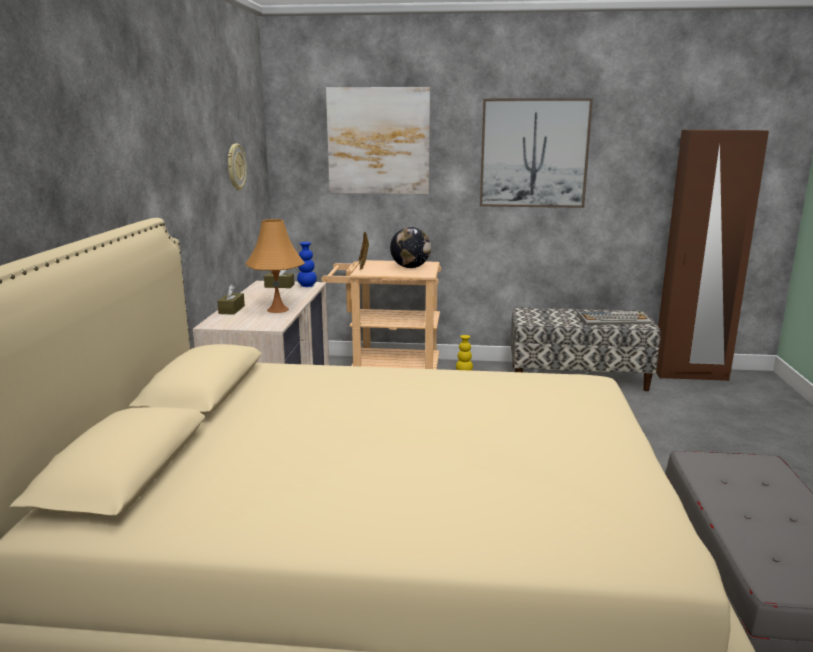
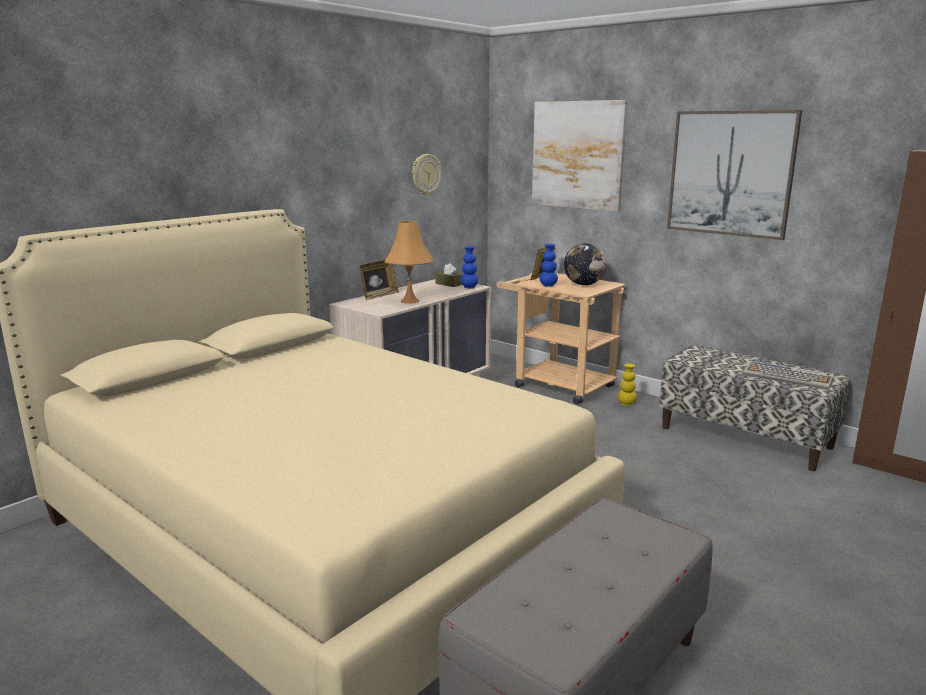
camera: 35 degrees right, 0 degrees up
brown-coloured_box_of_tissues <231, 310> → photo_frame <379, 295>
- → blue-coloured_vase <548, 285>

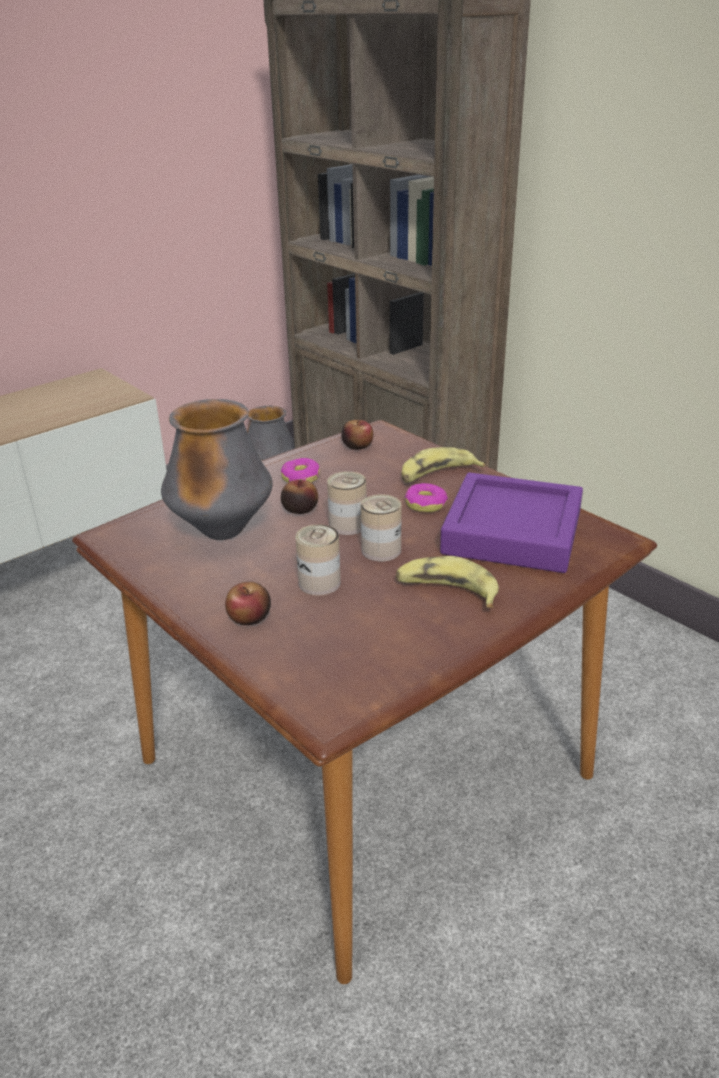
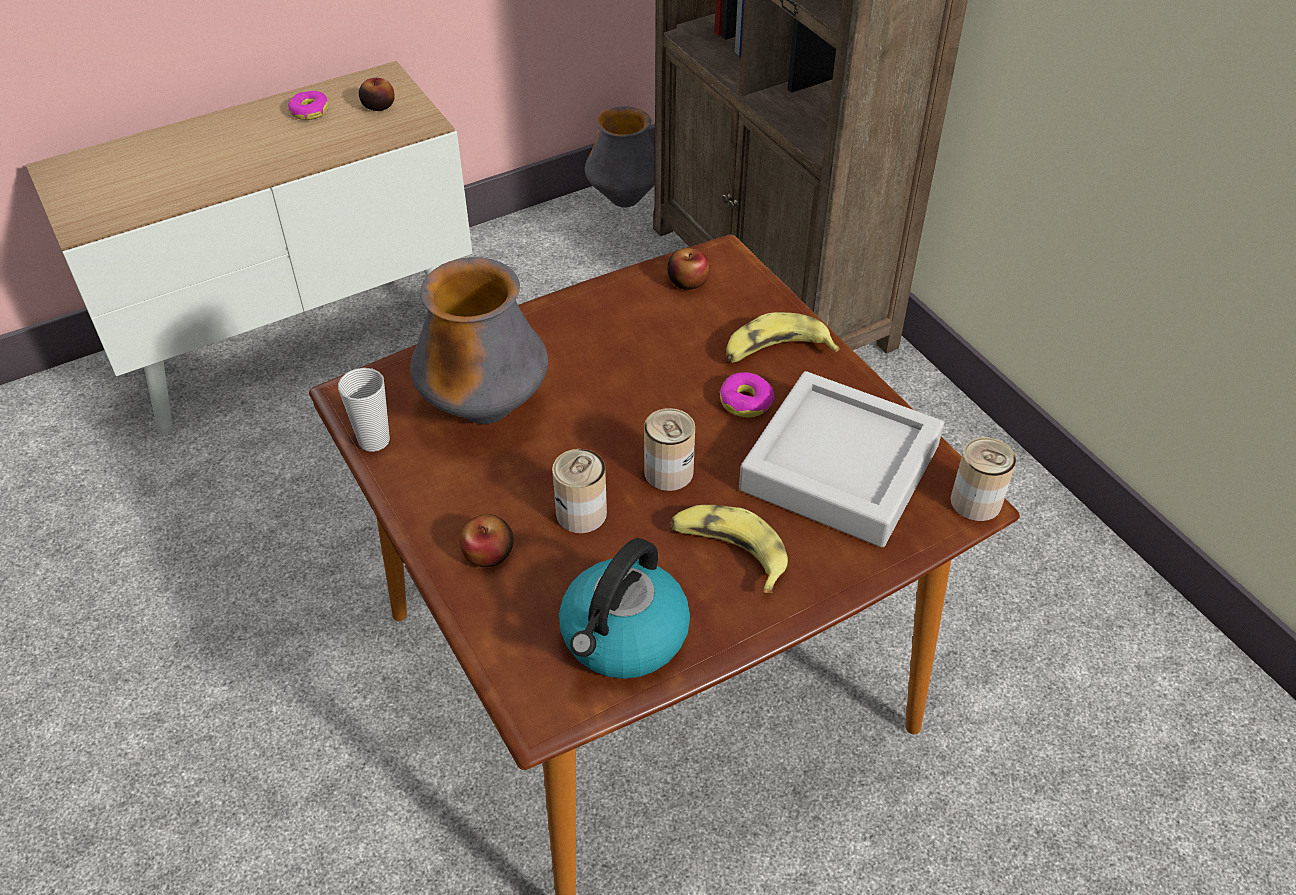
camera: 10 degrees right, 15 degrees up
doughnut <300, 478> → doughnut <309, 111>, move
- → cup <374, 441>
whole_apple <300, 509> → whole_apple <378, 106>, move
- → water_kettle <624, 637>
purple-coloured_tray <512, 532> → greyish_tray <839, 468>
sealed_can <348, 525> → sealed_can <976, 501>, move

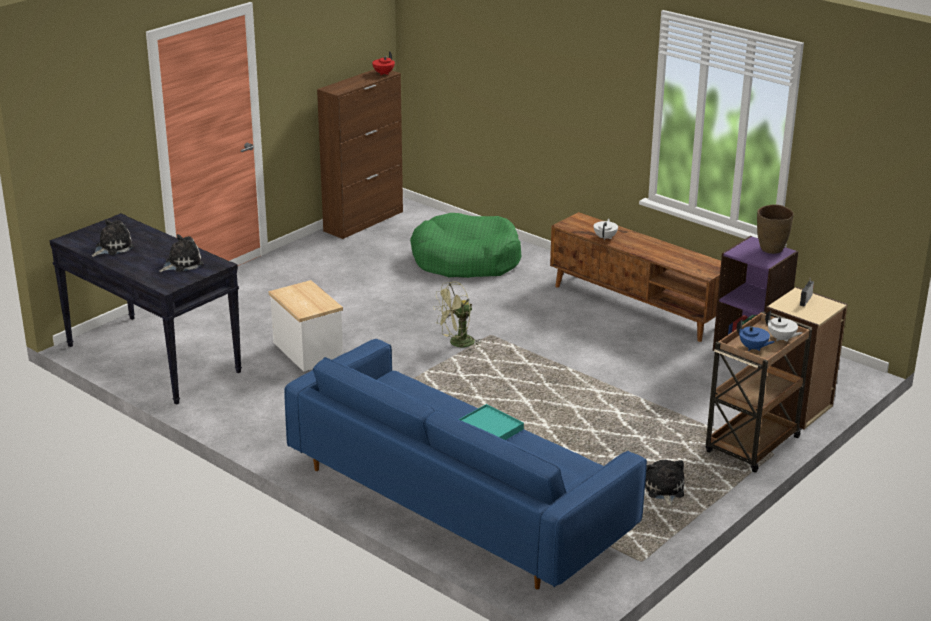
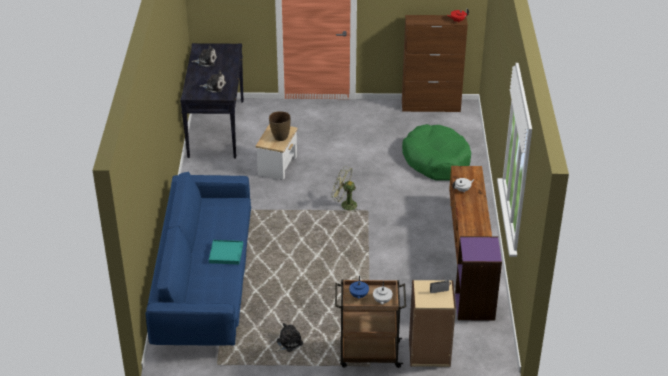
camera: 50 degrees right, 10 degrees up
brown-coloured_vase <771, 249> → brown-coloured_vase <280, 137>, move

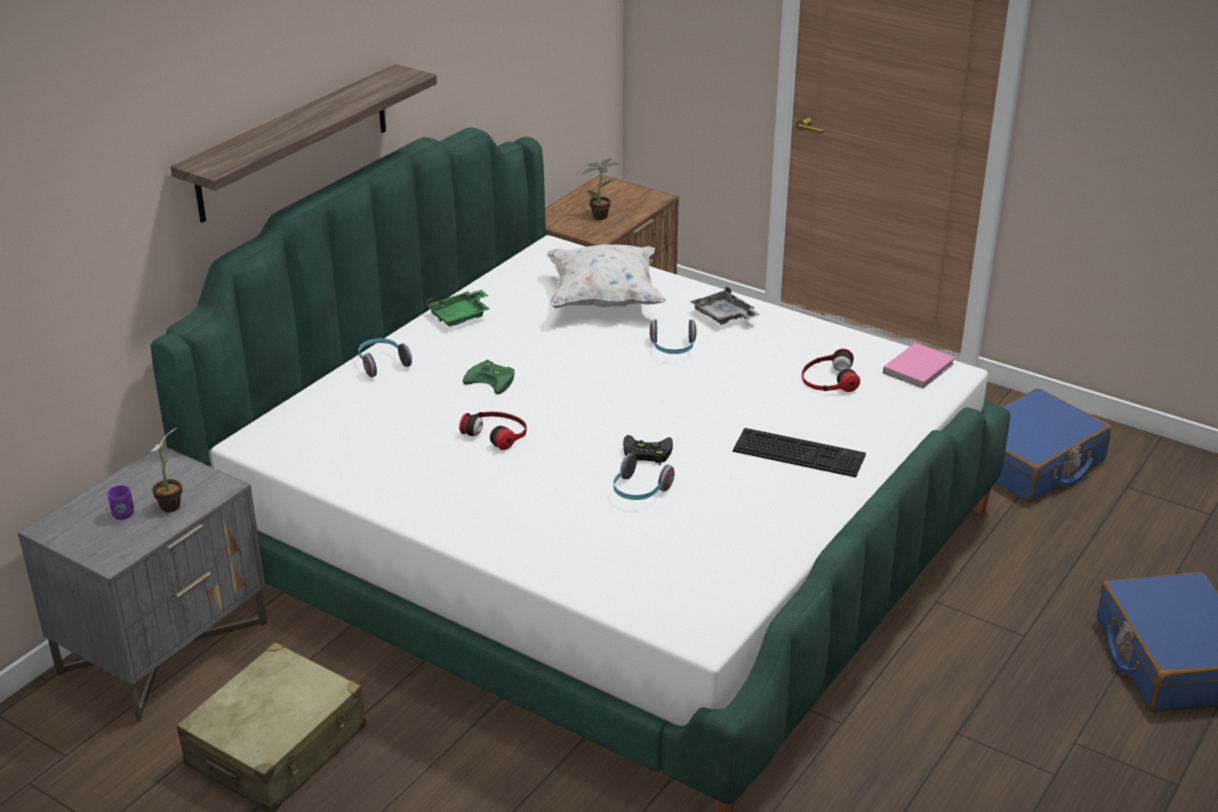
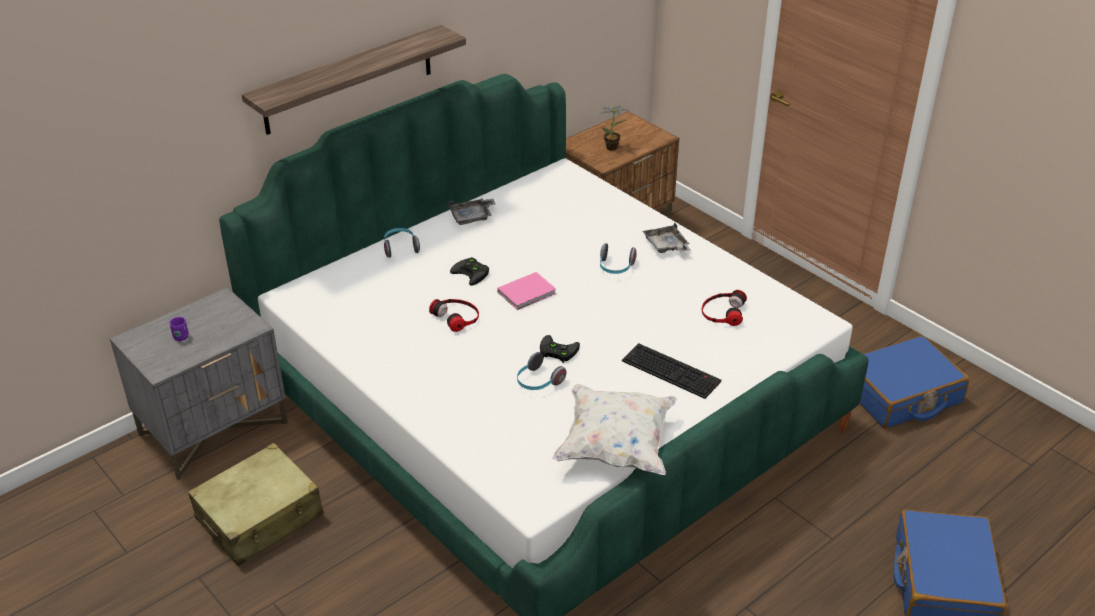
camera: 15 degrees right, 5 degrees up
green_tray <460, 316> → greyish_tray <472, 217>
green_game_controller <493, 380> → black-coloured_game_controller <472, 273>
pinkish_volume <920, 368> → pinkish_volume <528, 293>, move
white-coloured_pillow <604, 299> → white-coloured_pillow <615, 446>, move
plant_in_a_pot <173, 504> → -

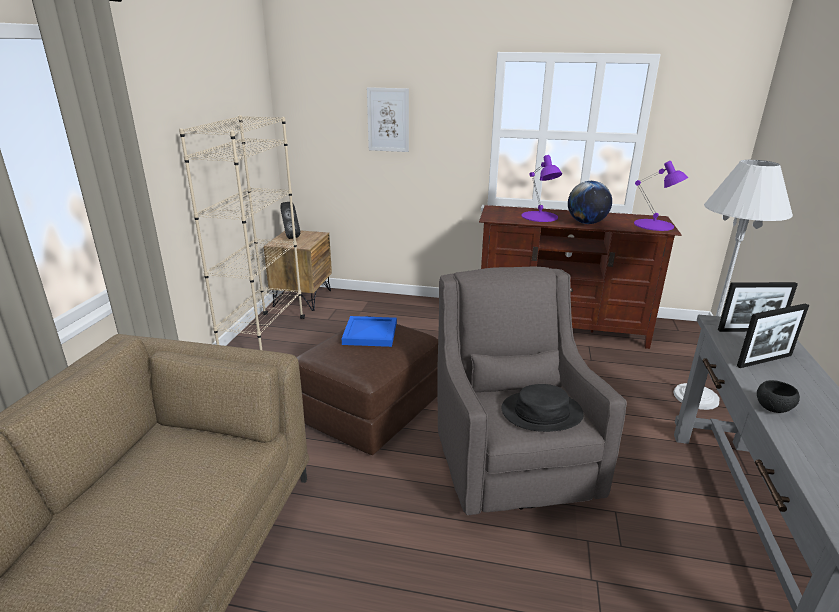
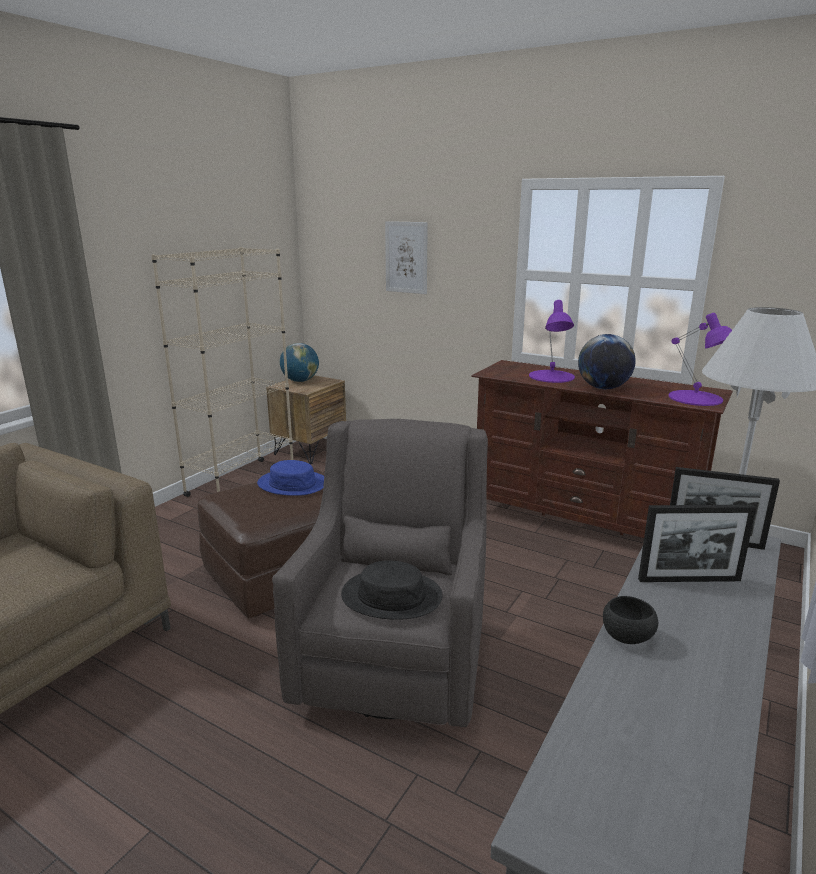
camera: 20 degrees right, 5 degrees down
blue-coloured_tray <369, 333> → blue-coloured_hat <292, 484>
black-coloured_speaker <290, 237> → globe <300, 381>

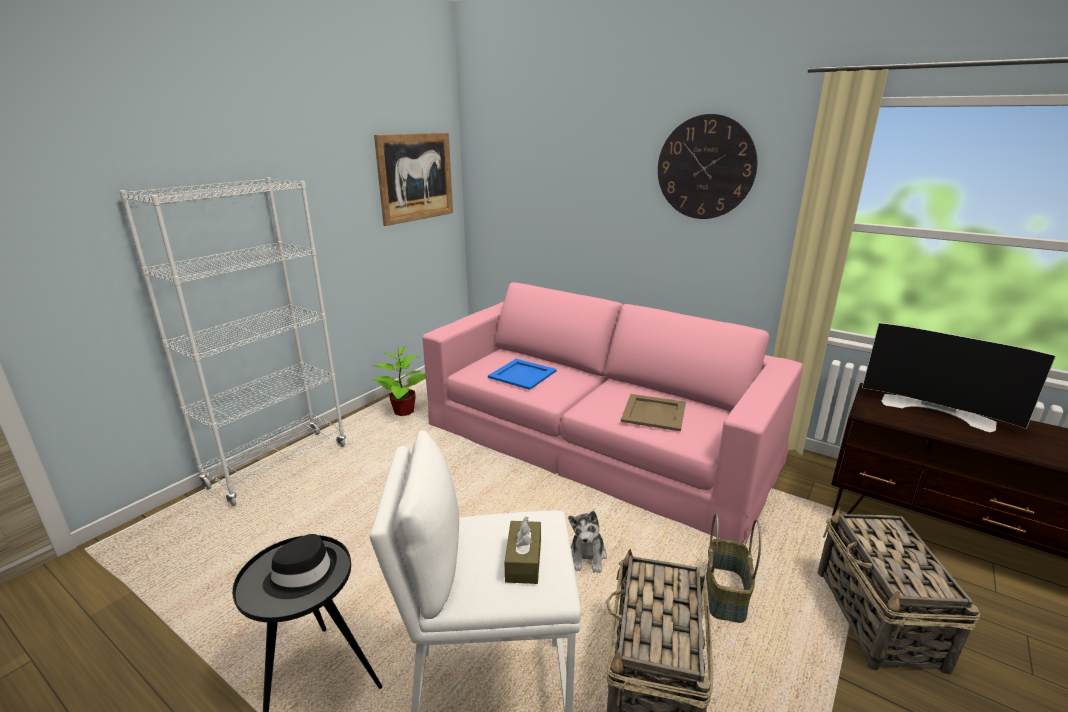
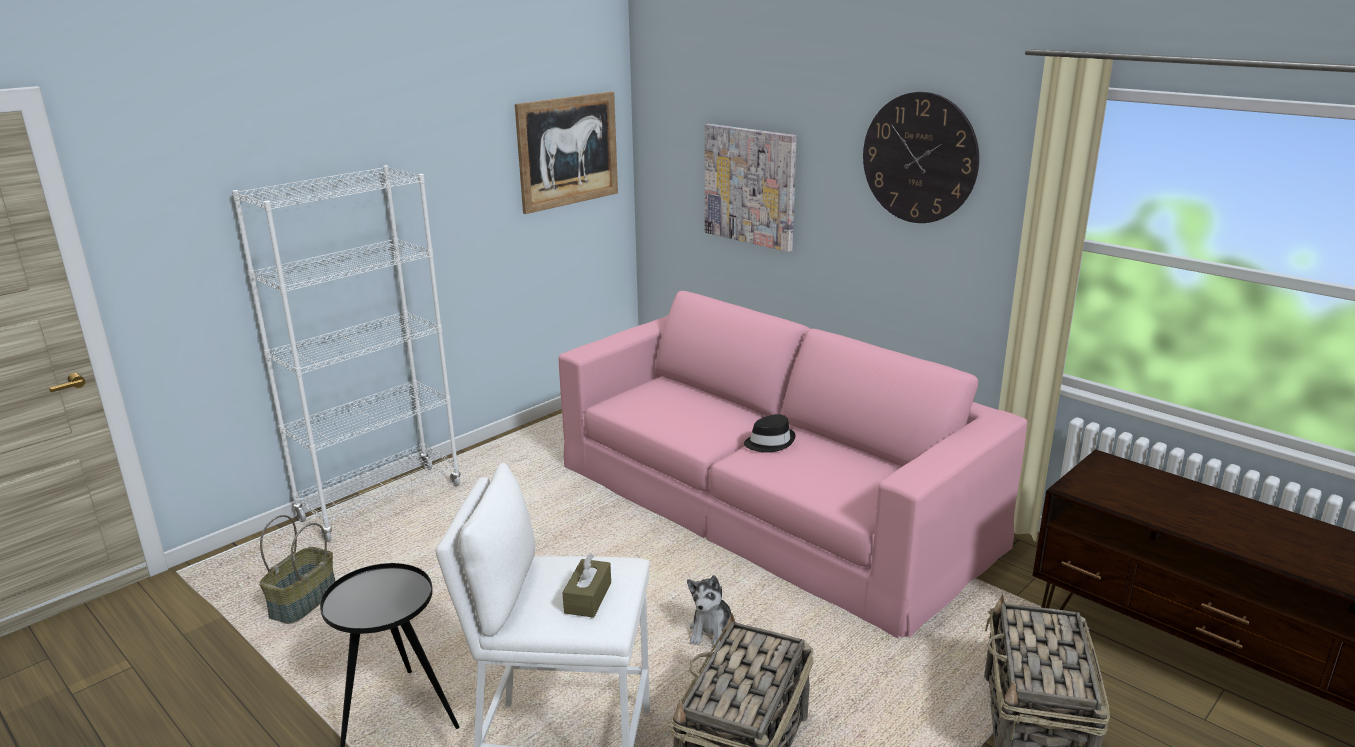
camera: 10 degrees right, 0 degrees up
storage_basket <726, 595> → storage_basket <304, 602>, move
- → wall_picture <750, 186>
black-coloured_hat <302, 575> → black-coloured_hat <769, 442>, move
plant_in_a_pot <403, 412> → -
blue-coloured_tray <523, 374> → -
sand-coloured_tray <653, 412> → -
television <938, 410> → -

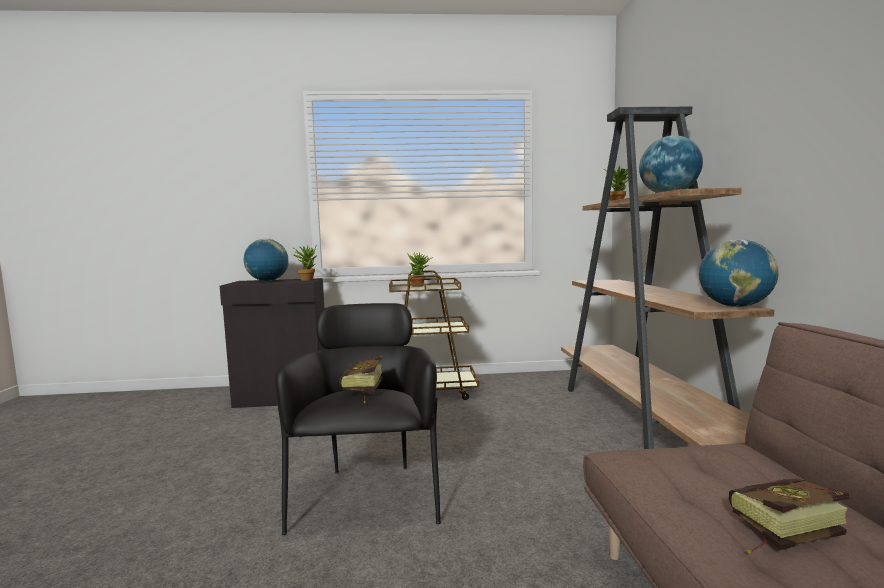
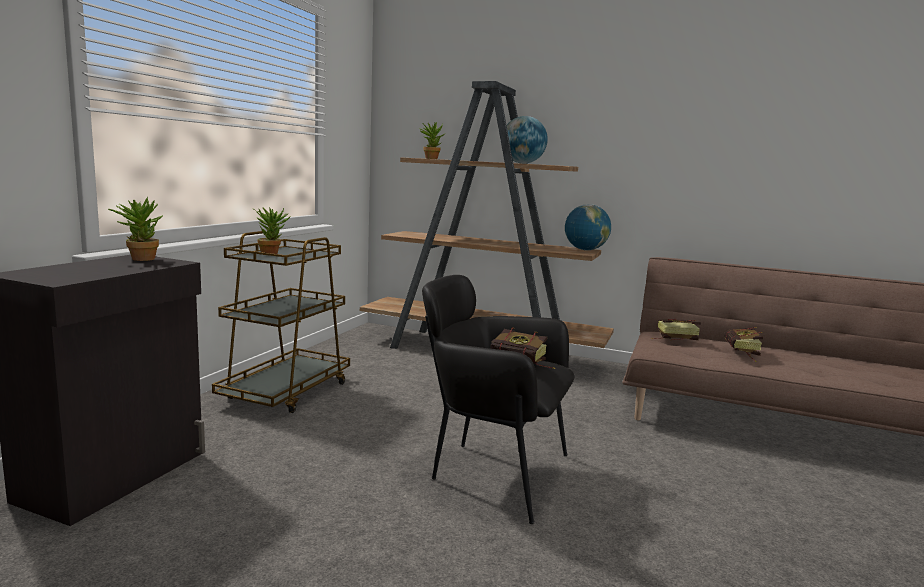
camera: 65 degrees left, 5 degrees up
- → volume <672, 338>
globe <267, 281> → -

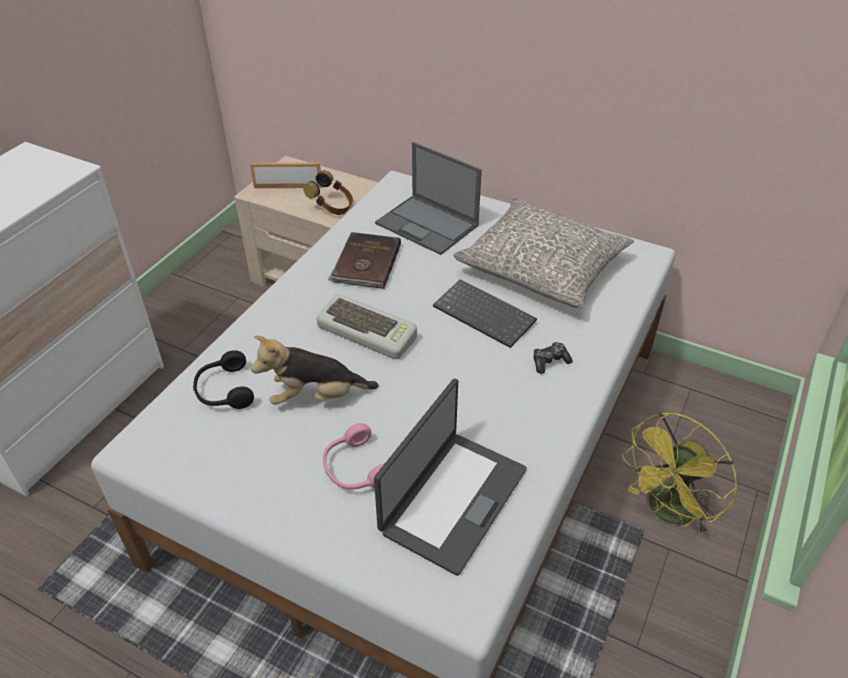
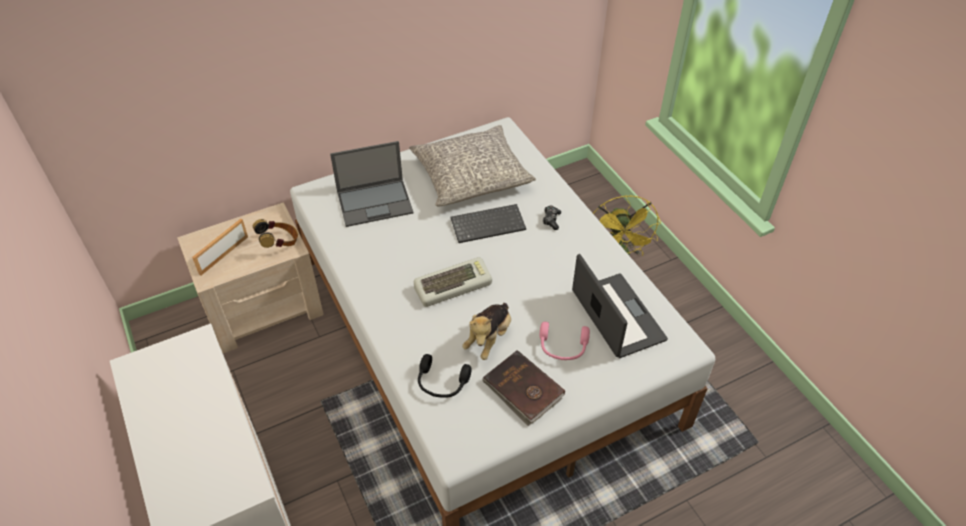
camera: 55 degrees left, 5 degrees up
brown-coloured_volume <365, 263> → brown-coloured_volume <523, 389>, move

